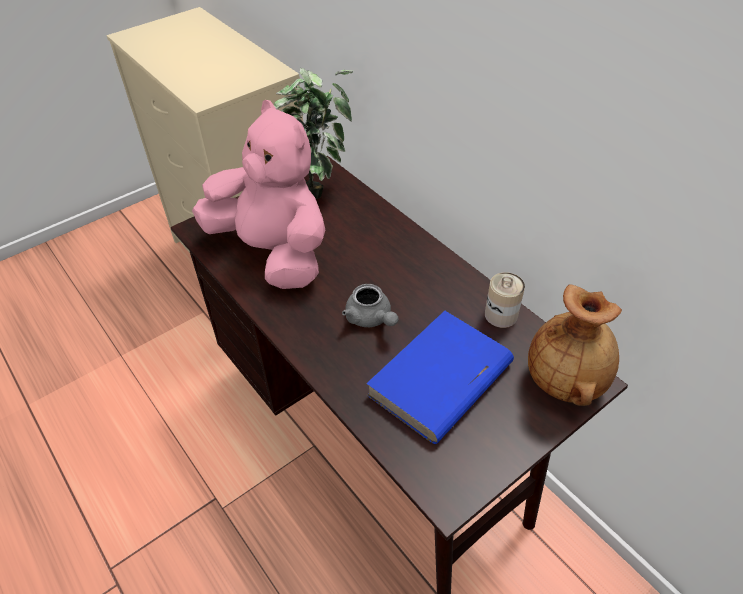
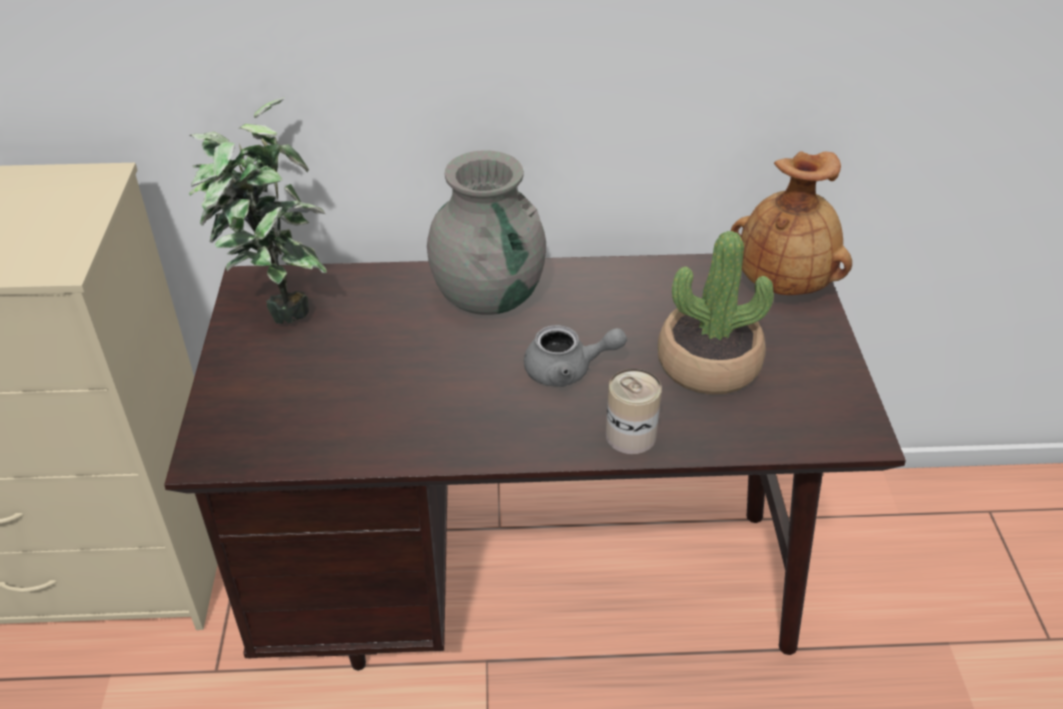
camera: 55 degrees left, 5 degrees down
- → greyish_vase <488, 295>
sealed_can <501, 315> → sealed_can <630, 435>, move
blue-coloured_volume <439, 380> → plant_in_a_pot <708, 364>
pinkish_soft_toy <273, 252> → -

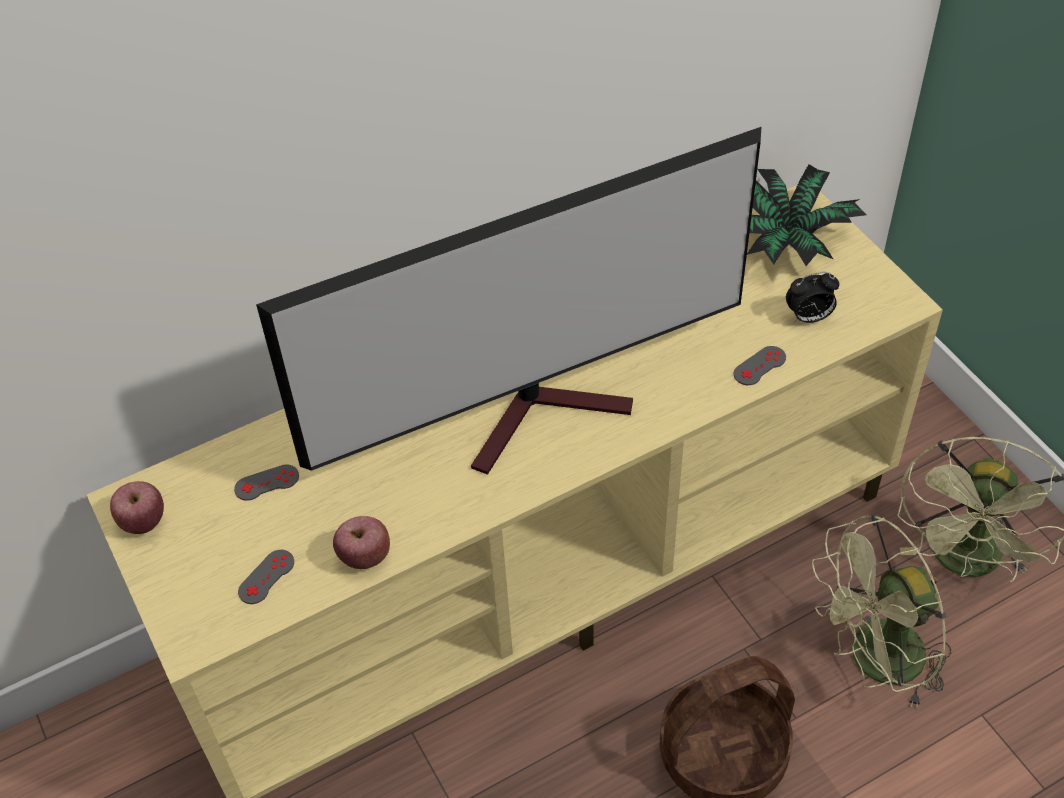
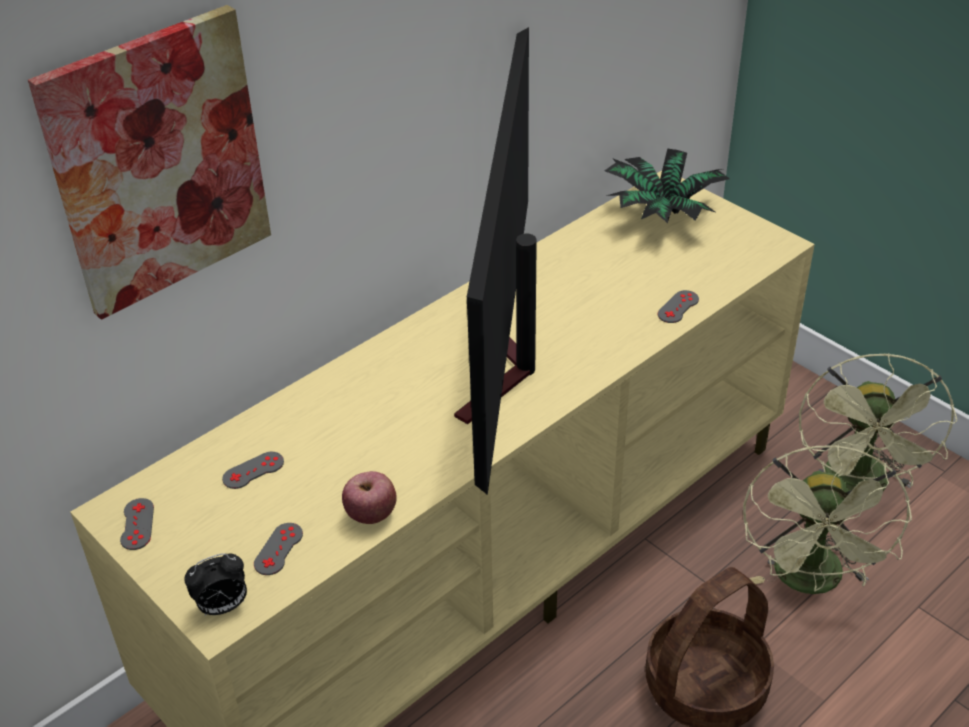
camera: 15 degrees left, 10 degrees down
- → wall_picture <158, 163>
whole_apple <143, 521> → greyish_game_controller <137, 524>
table_clock <808, 317> → table_clock <222, 607>, move
television <545, 413> → television <501, 372>, 135 degrees clockwise
green_fan <874, 662> → green_fan <811, 582>, 45 degrees counterclockwise

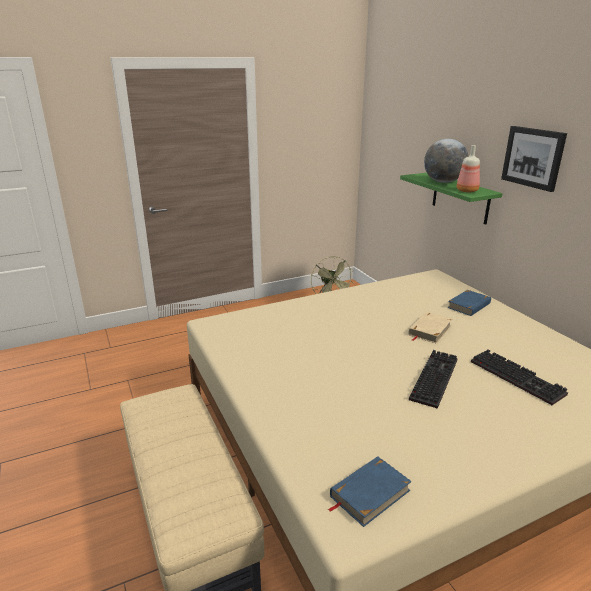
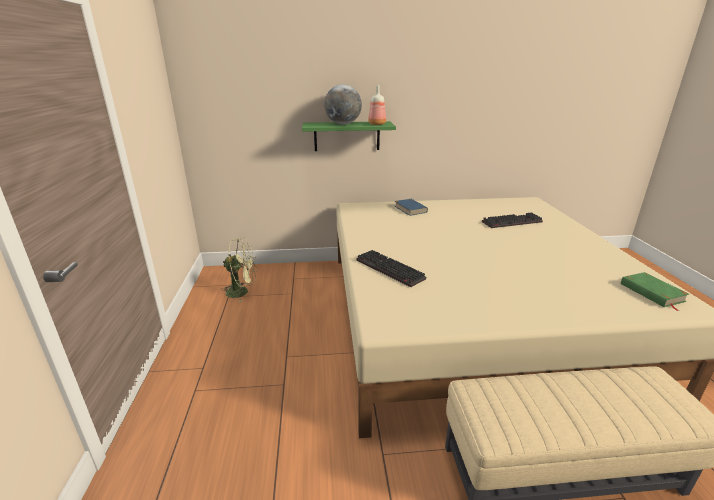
camera: 70 degrees left, 0 degrees up
keyboard <432, 378> → keyboard <387, 269>, move
blue-coloured_volume <369, 493> → green_volume <652, 292>
sand-coloured_volume <429, 330> → -
wall_picture <533, 157> → -

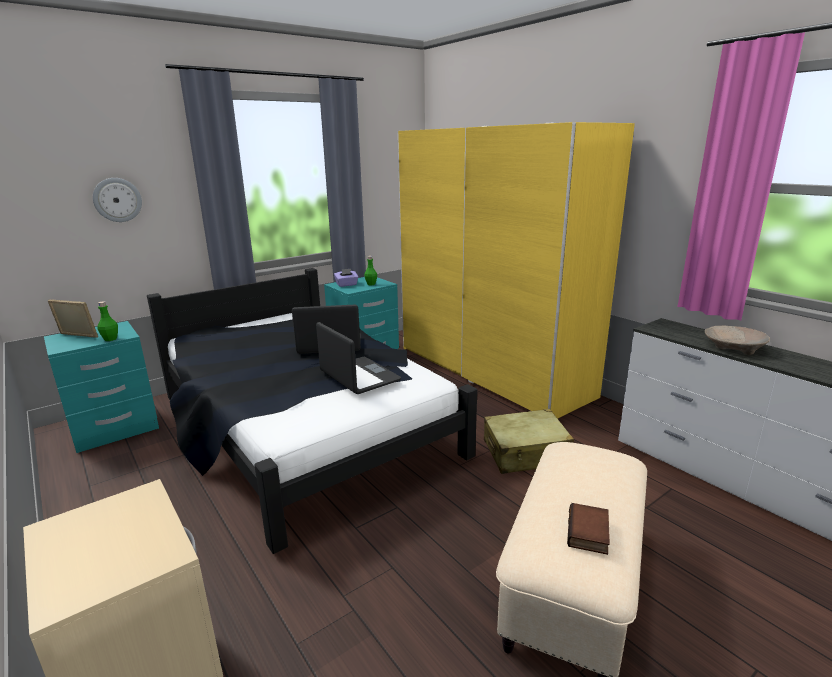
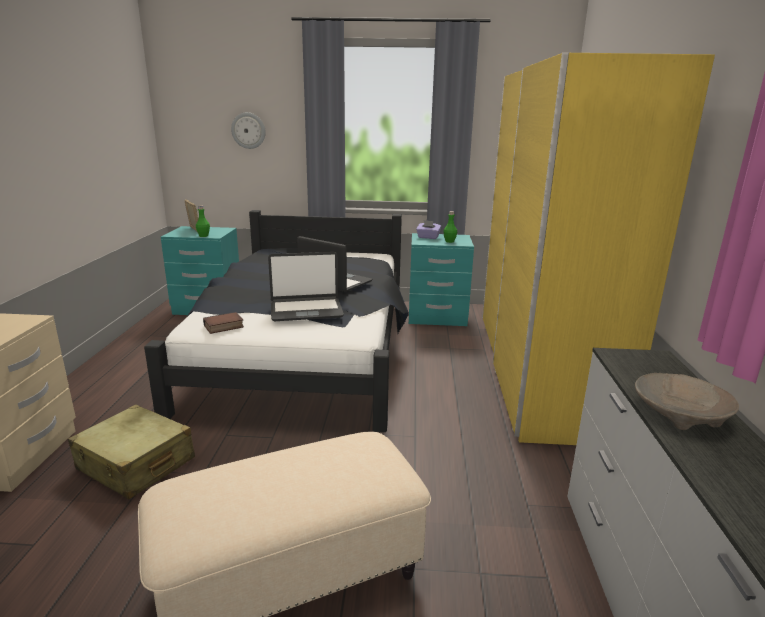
camera: 40 degrees right, 0 degrees up
sand-coloured_travel_case <526, 453> → sand-coloured_travel_case <136, 464>, move
volume <589, 533> → volume <223, 327>, move
portable_computer <358, 377> → portable_computer <306, 310>, 75 degrees clockwise

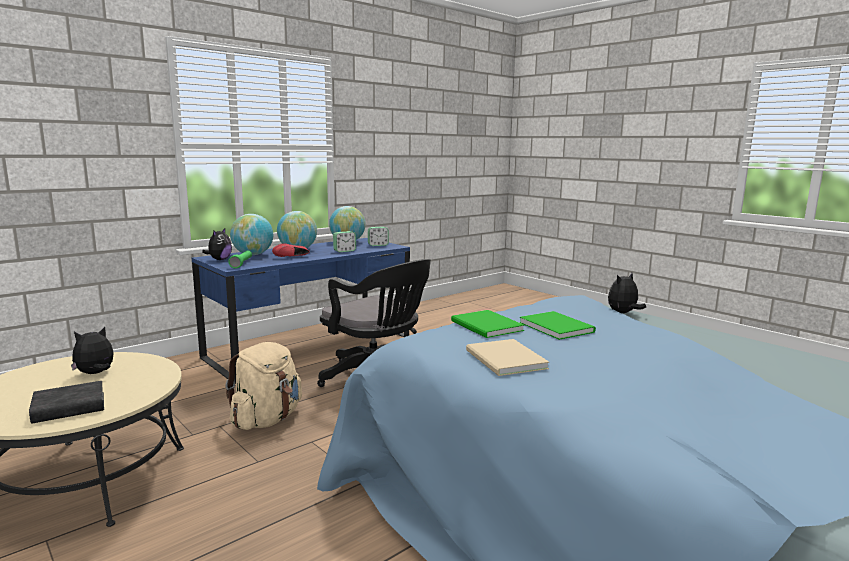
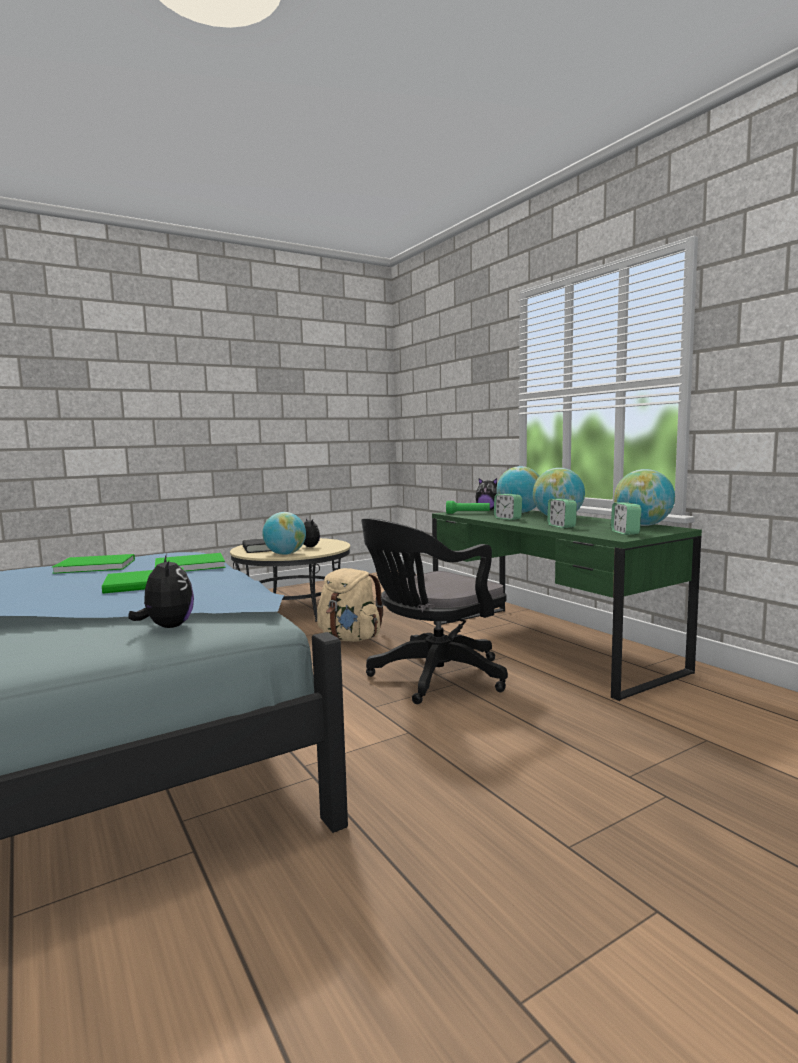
camera: 100 degrees right, 5 degrees down
sand-coloured_volume <505, 360> → green_volume <94, 566>
- → globe <285, 554>
blue-coloured_desk_table <311, 347> → green_desk_table <546, 645>
reddish_shoe <292, 257> → table_clock <507, 518>

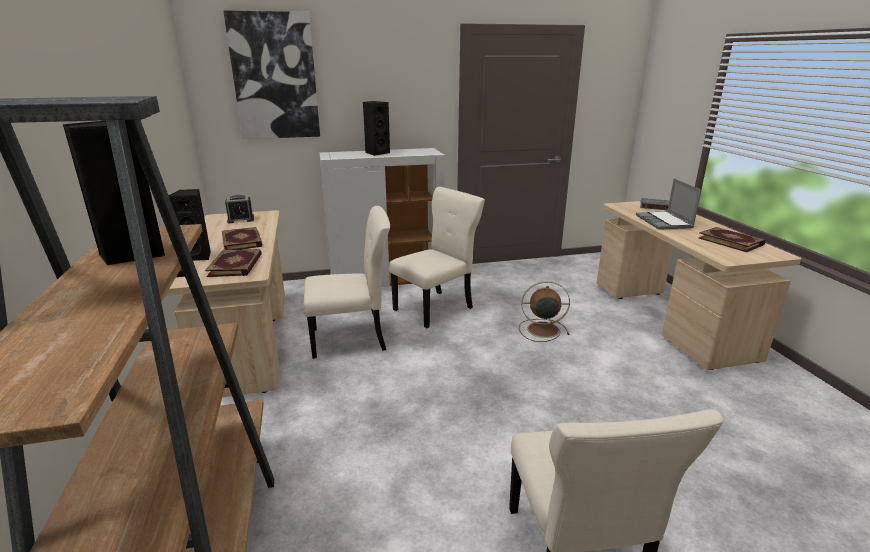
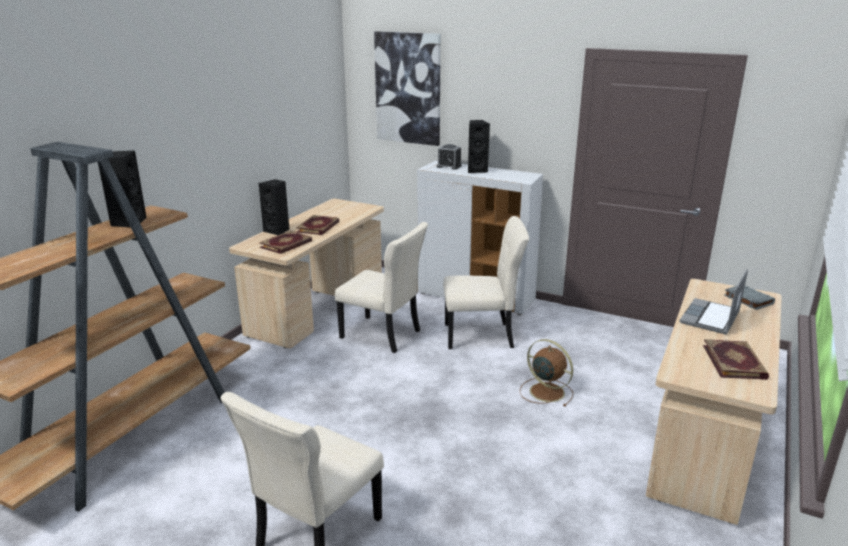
camera: 40 degrees right, 0 degrees up
table_clock <241, 219> → table_clock <449, 166>, move

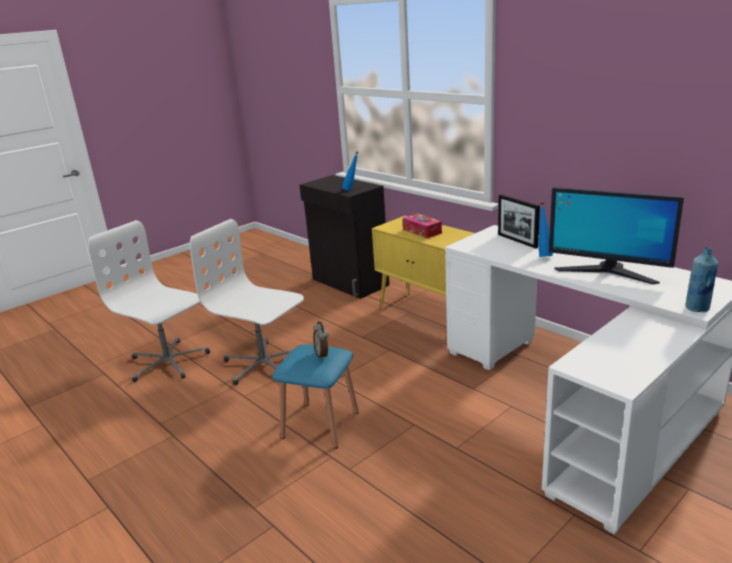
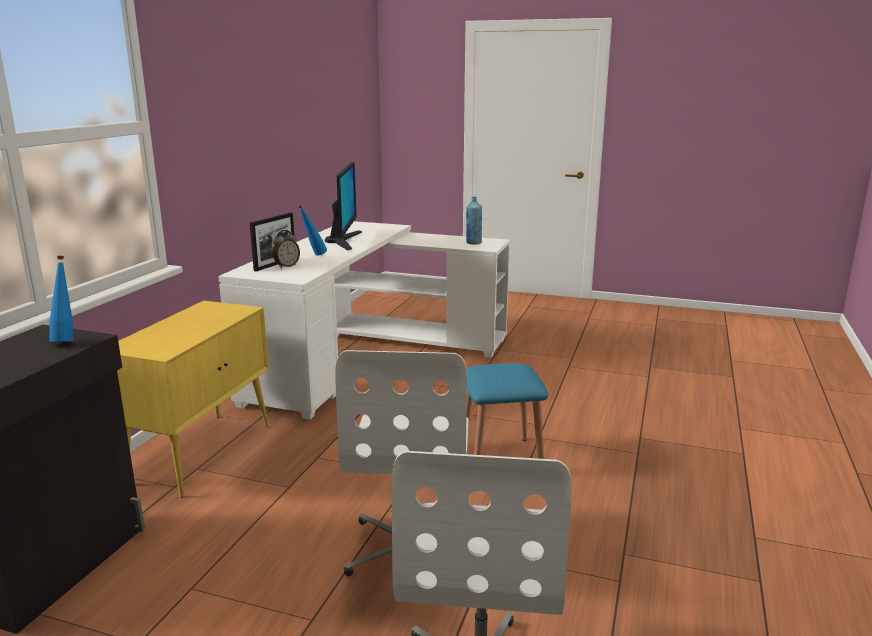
camera: 120 degrees left, 5 degrees down
table_clock <323, 355> → table_clock <286, 266>, move
blue-coloured_beverage_bottle <697, 308> → blue-coloured_beverage_bottle <473, 243>, move
box_of_tissues <422, 231> → -

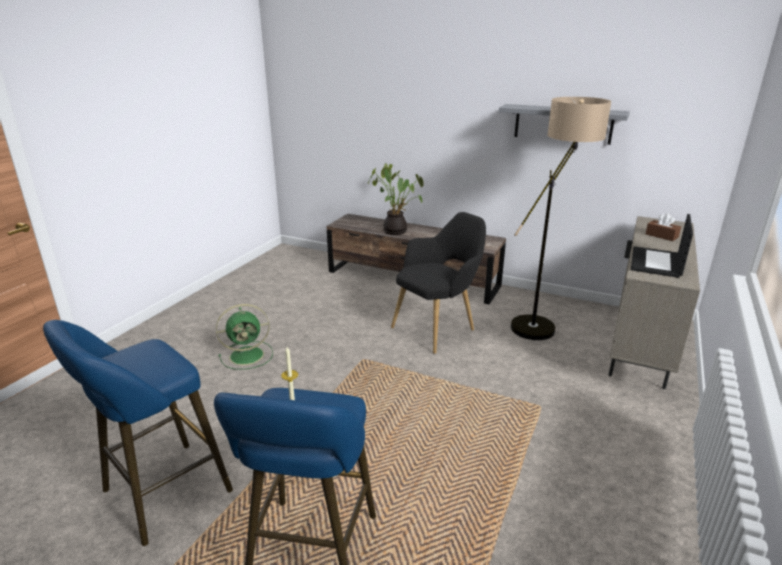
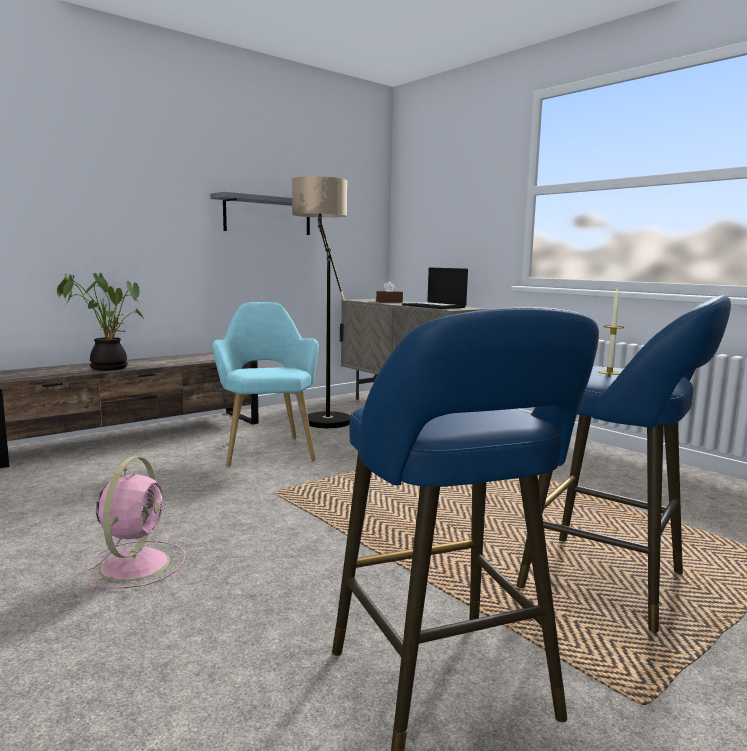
camera: 65 degrees left, 15 degrees down
green_fan <248, 355> → pinkish_fan <136, 563>
black-coloured_easy_chair <438, 328> → turquoise-coloured_easy_chair <267, 449>

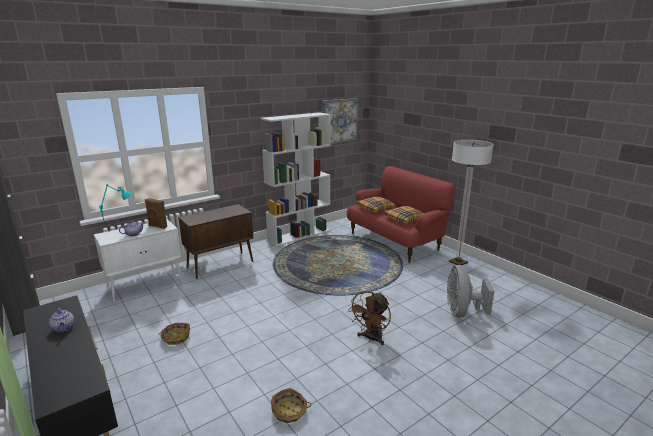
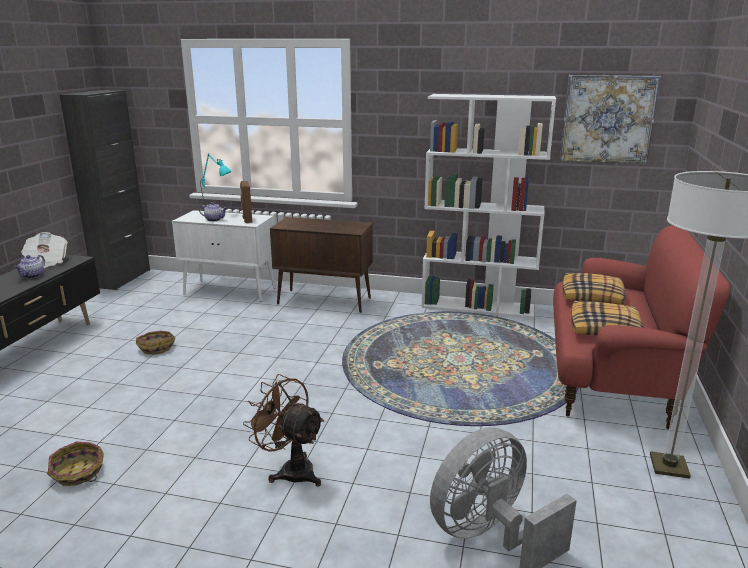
camera: 50 degrees right, 0 degrees up
- → printed_paper <46, 262>
brown-coloured_fan <371, 338> → brown-coloured_fan <290, 470>, 45 degrees clockwise

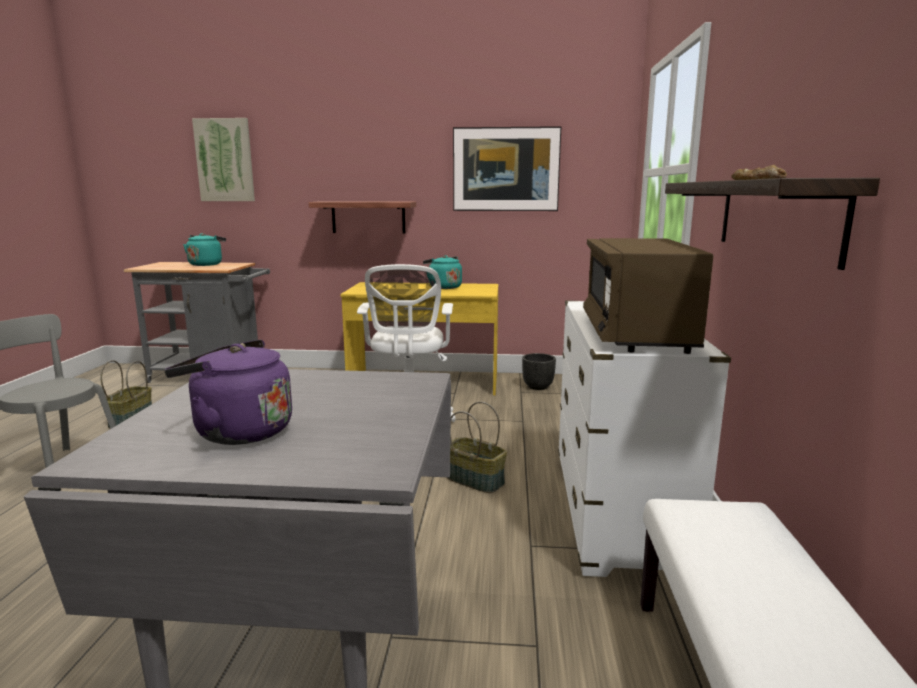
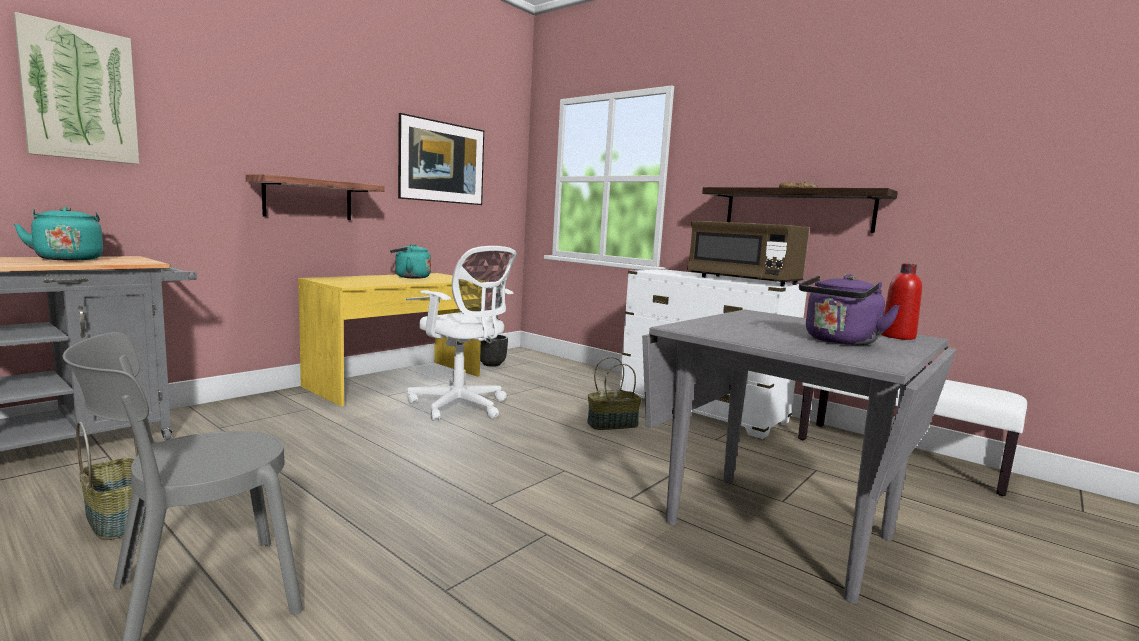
camera: 55 degrees left, 5 degrees down
- → reddish_beverage_bottle <897, 336>

